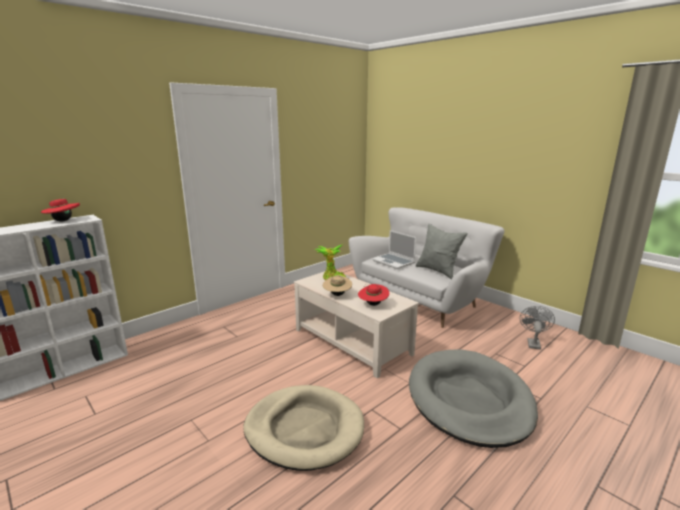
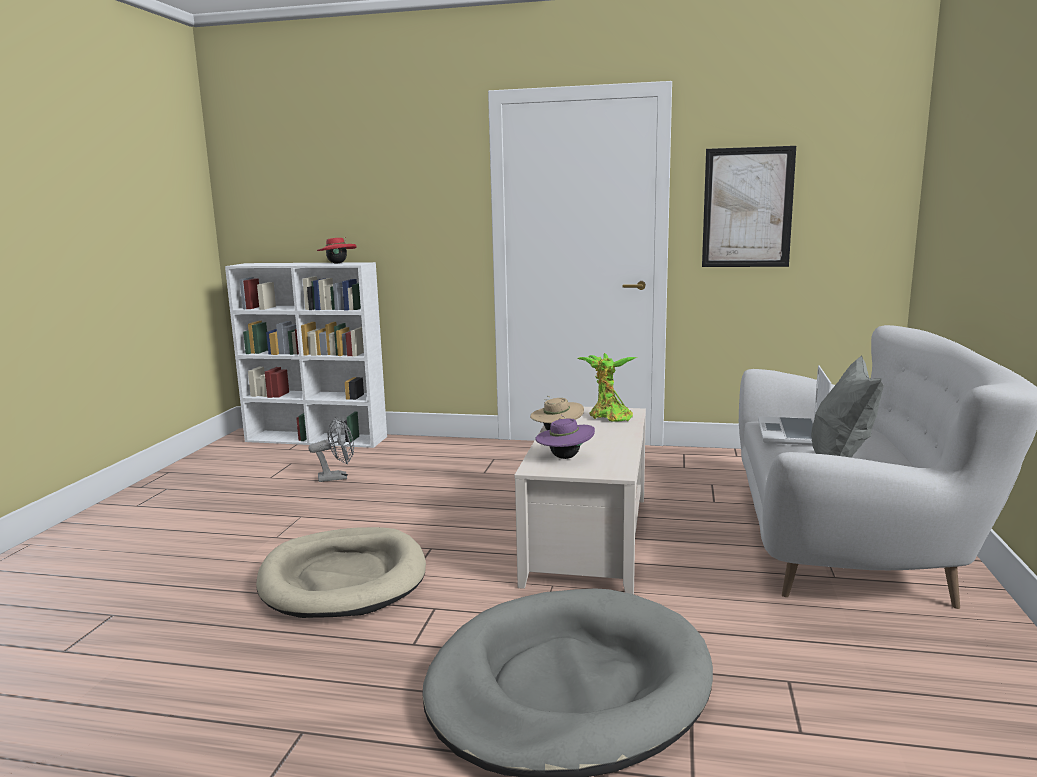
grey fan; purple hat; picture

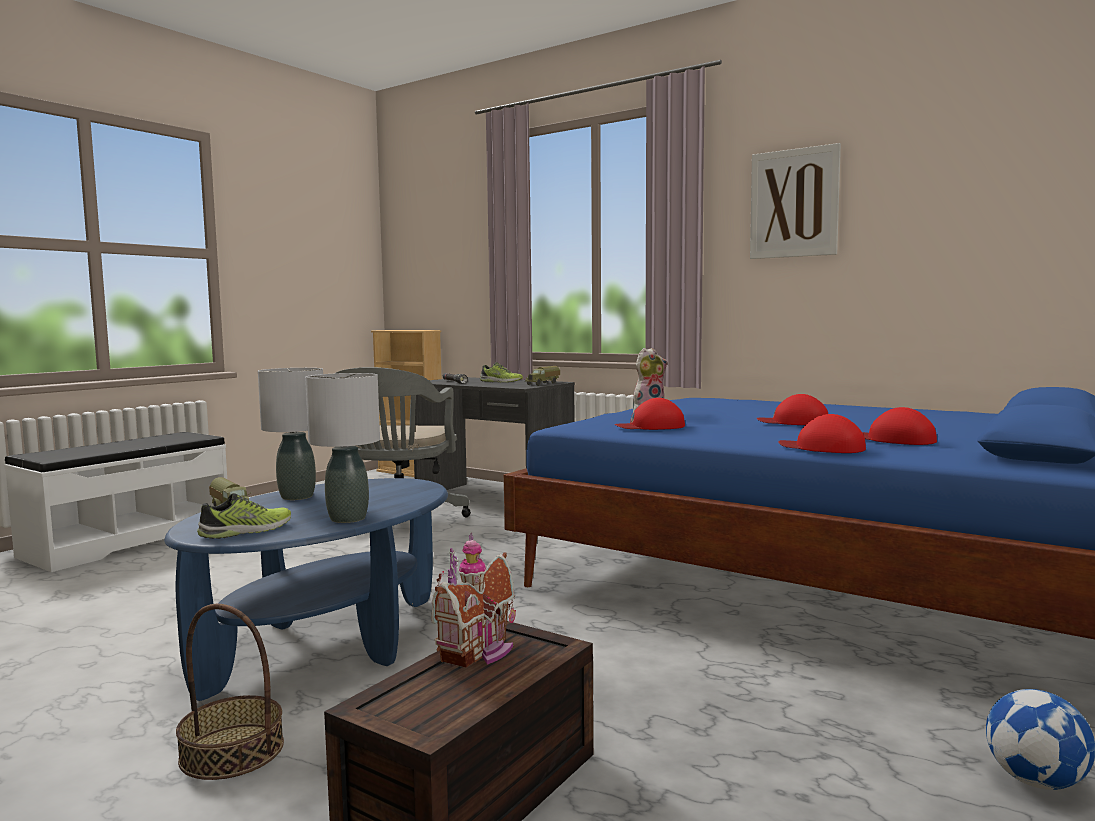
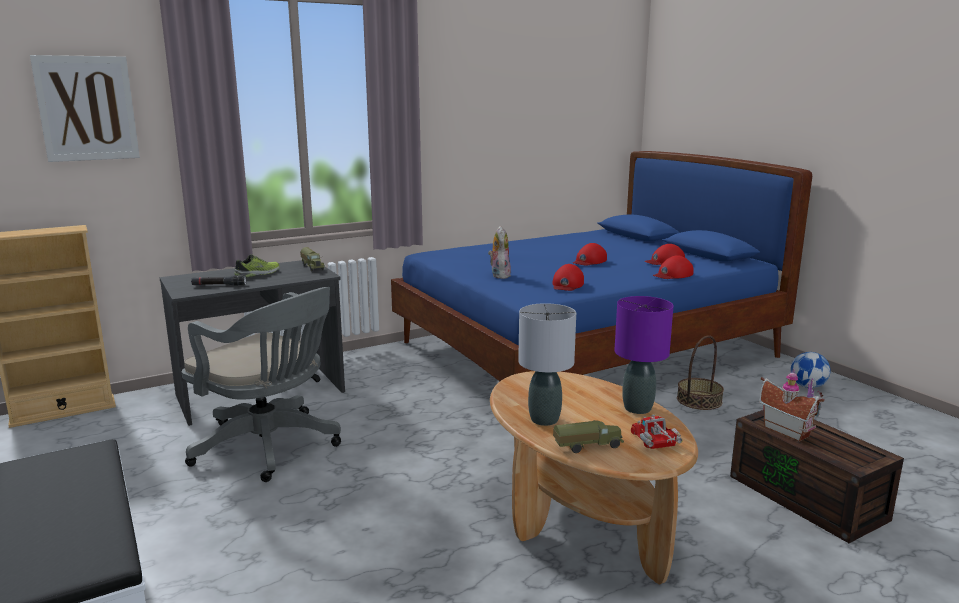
picture; brown coffee table; purple table lamp; toy truck (no. 3 from left); basket

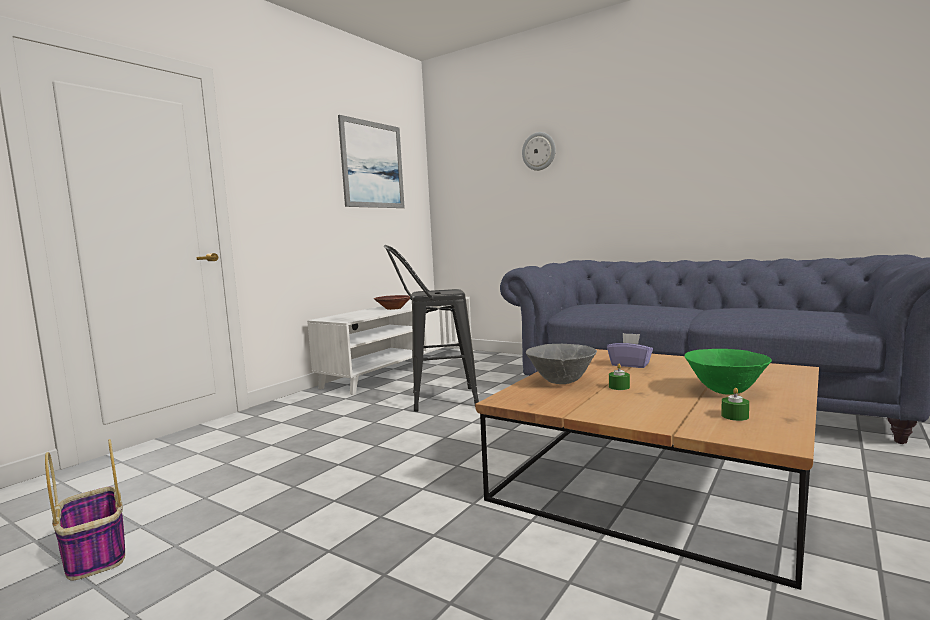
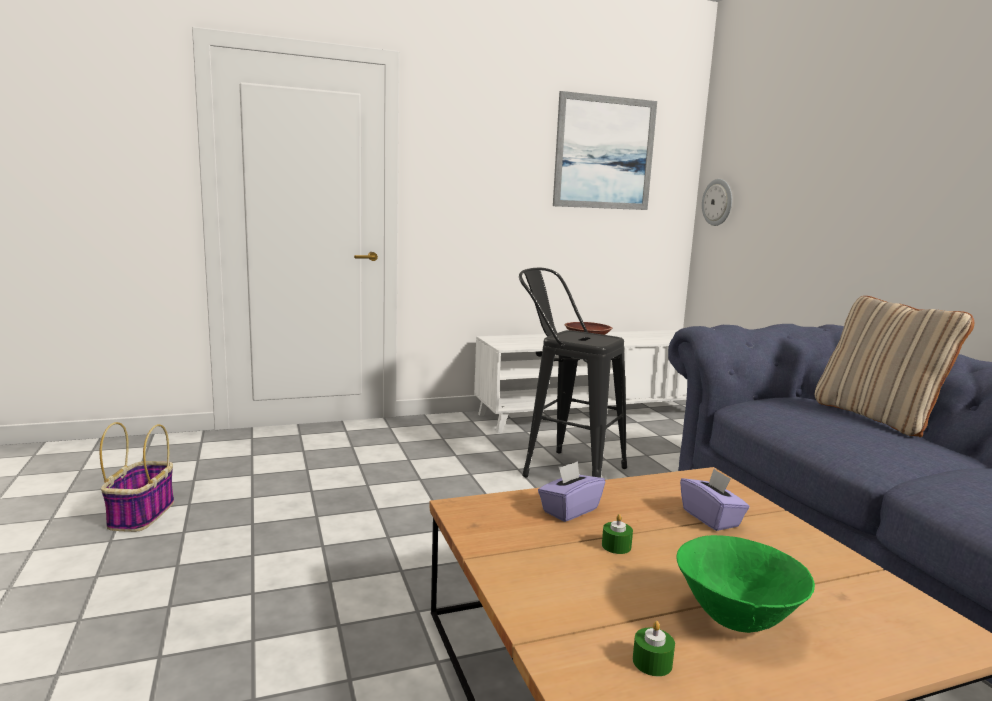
purple tissue box (no. 1 from left); wall clock; beige pillow

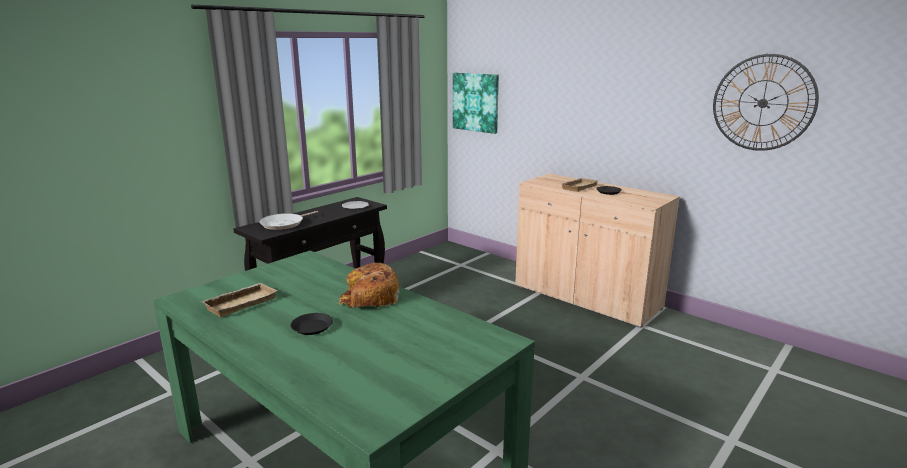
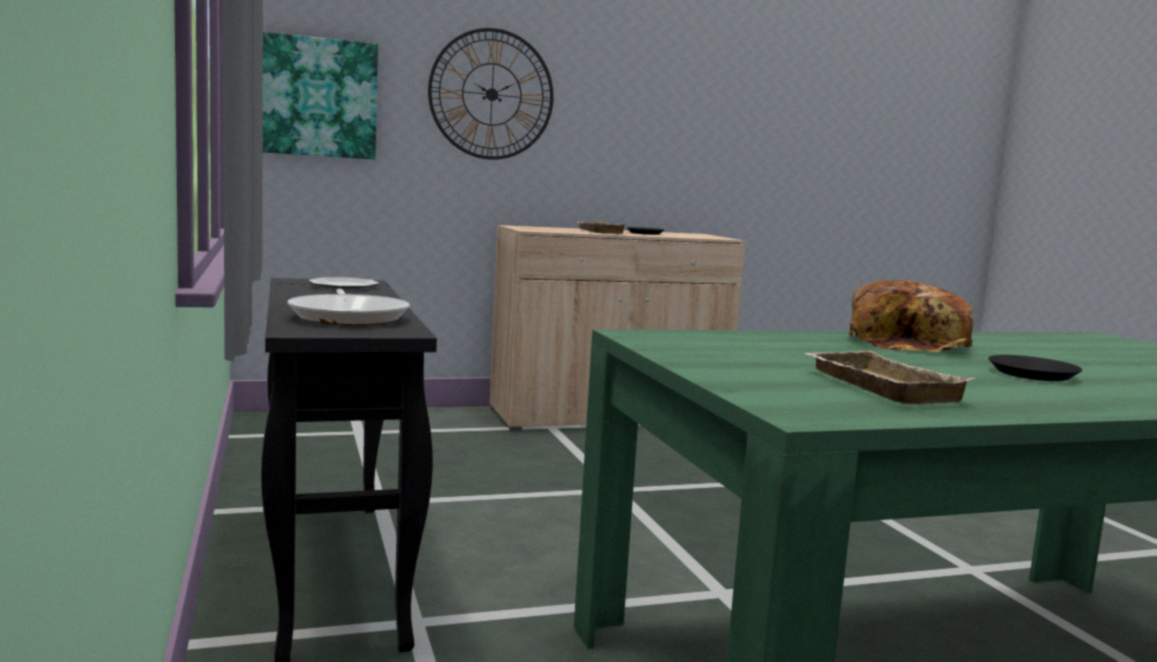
wall clock

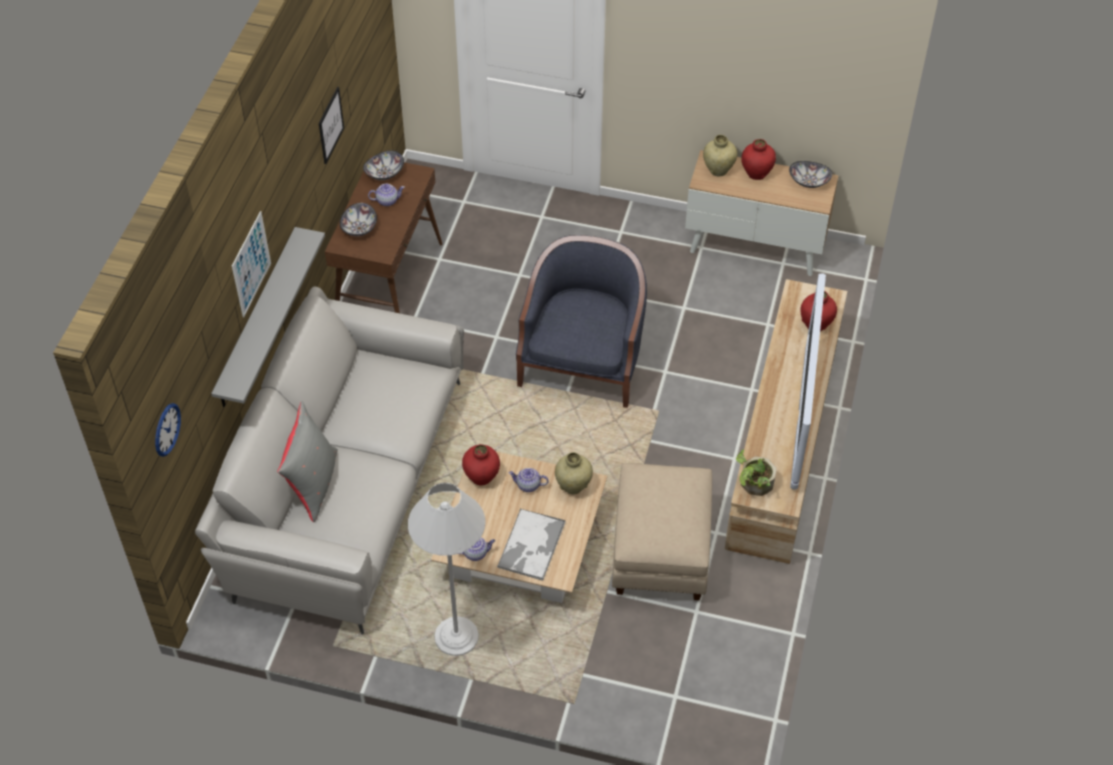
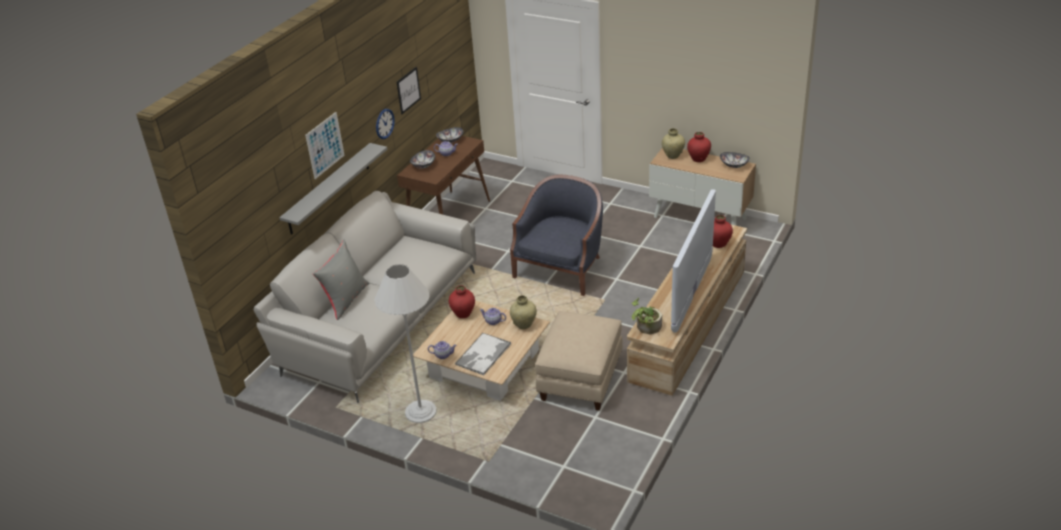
wall clock

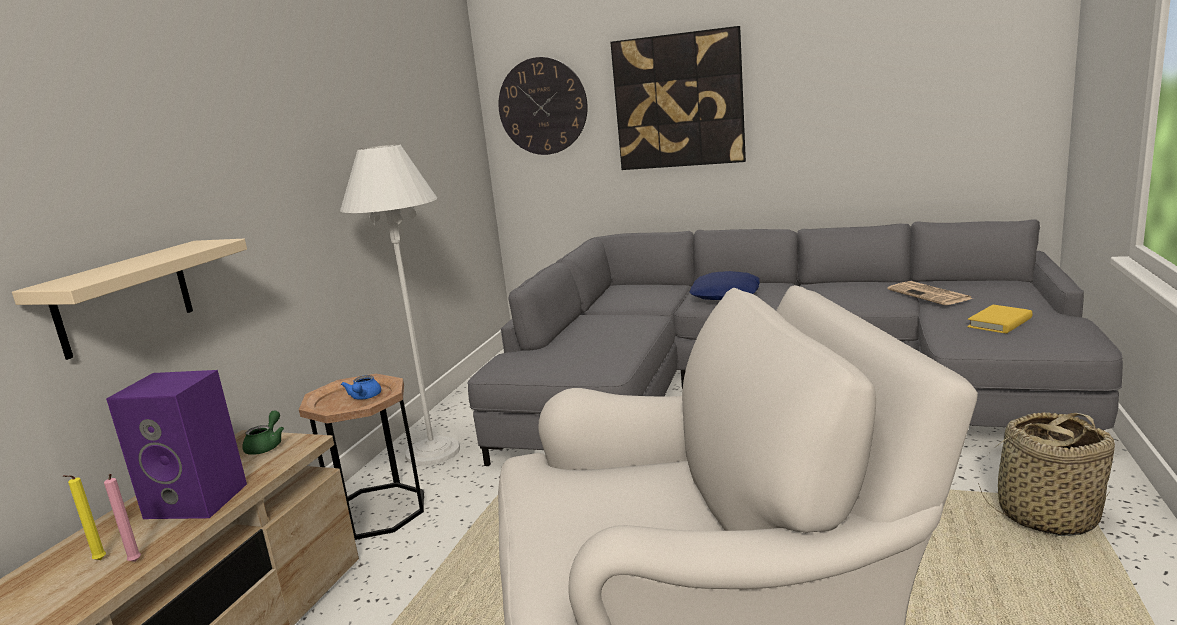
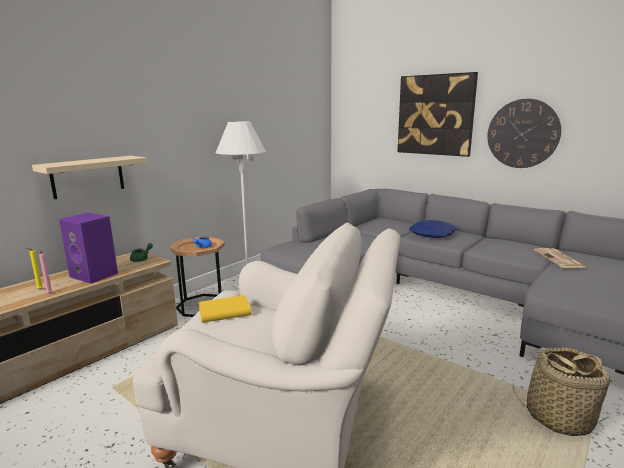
yellow book; wall clock

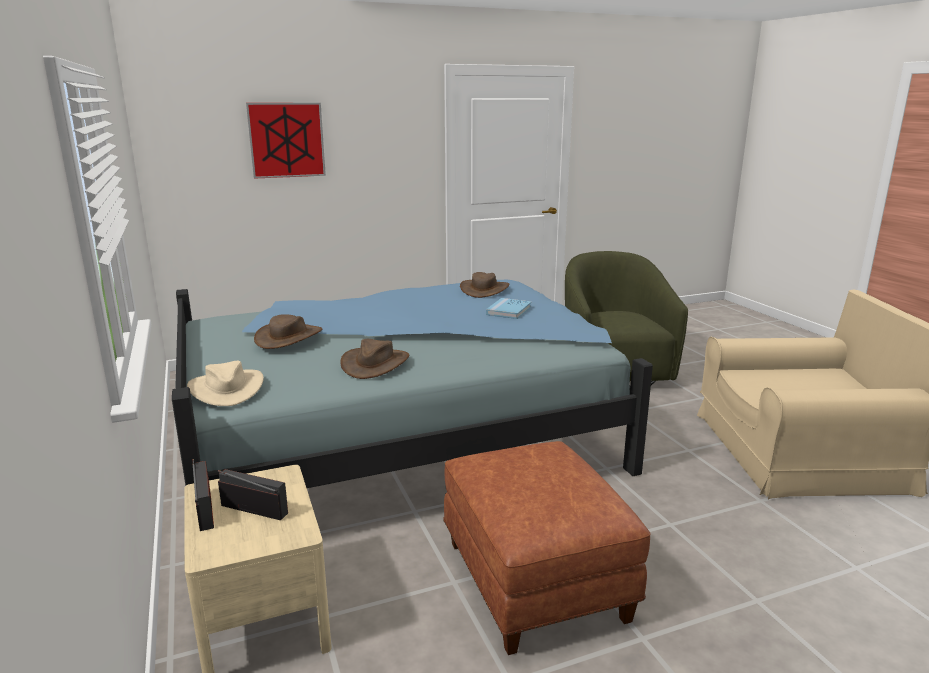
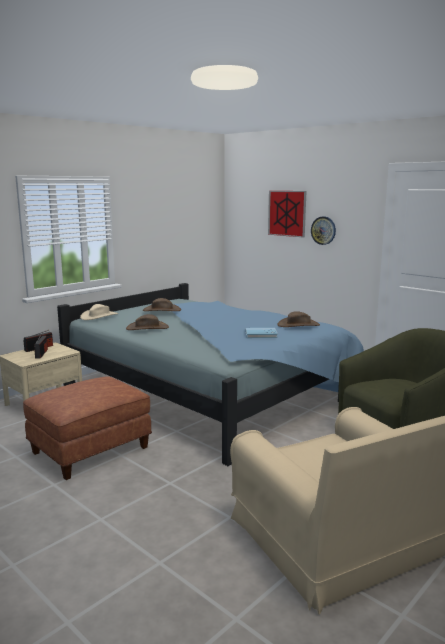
wall clock

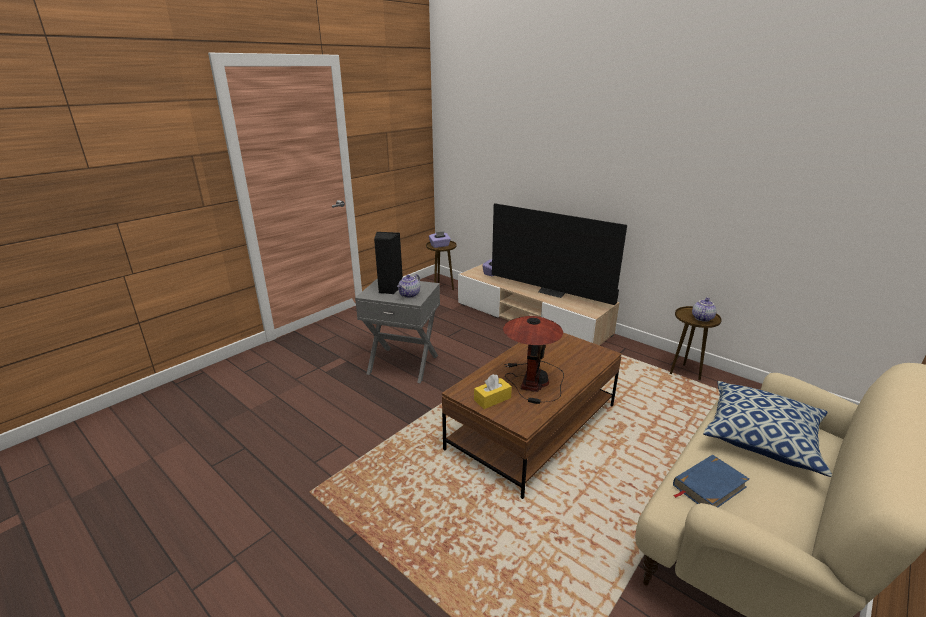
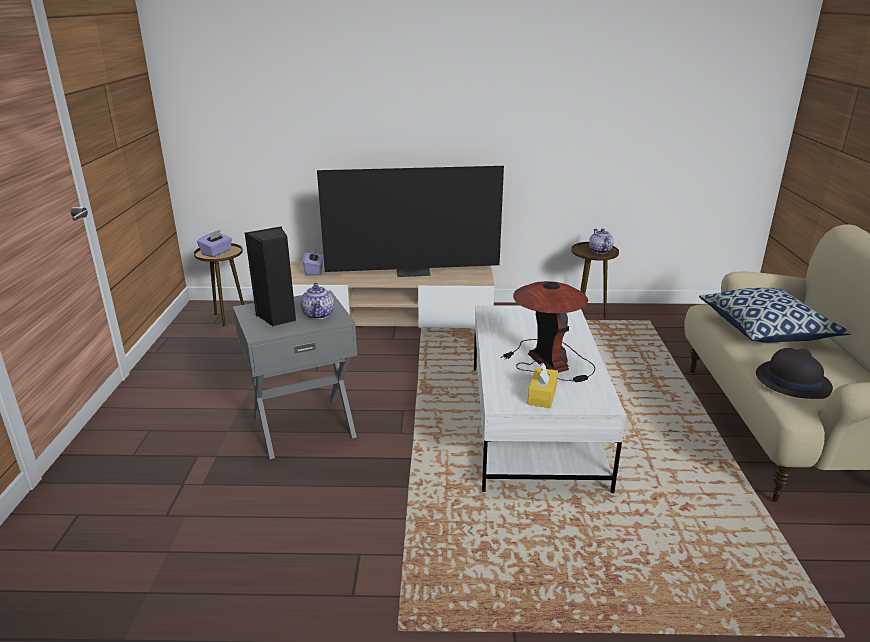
white coffee table; black hat

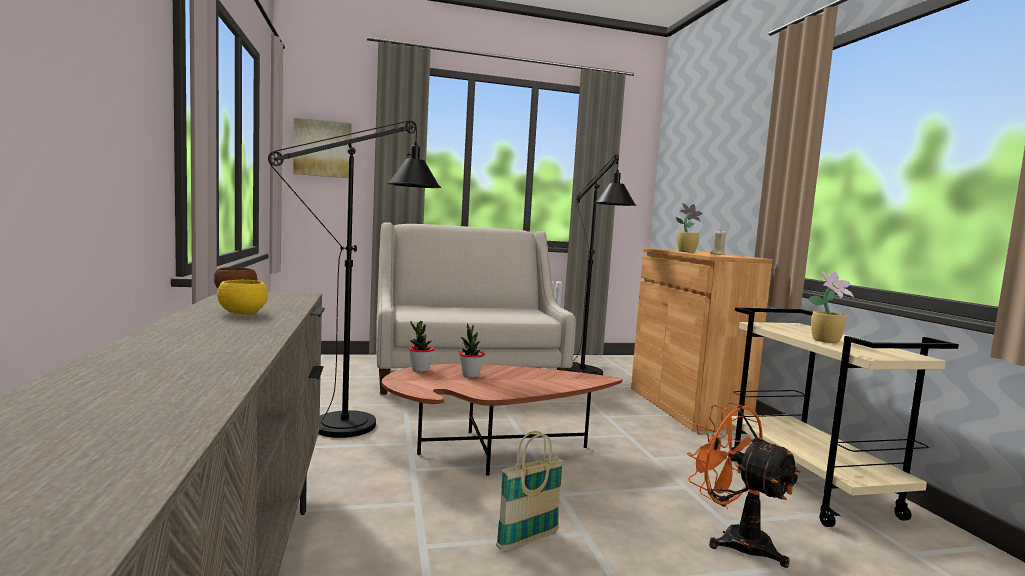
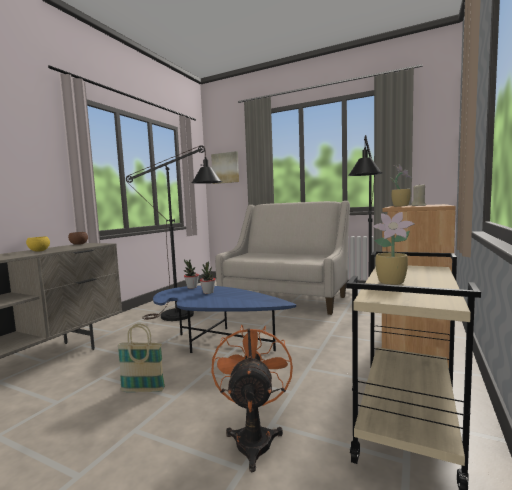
blue coffee table

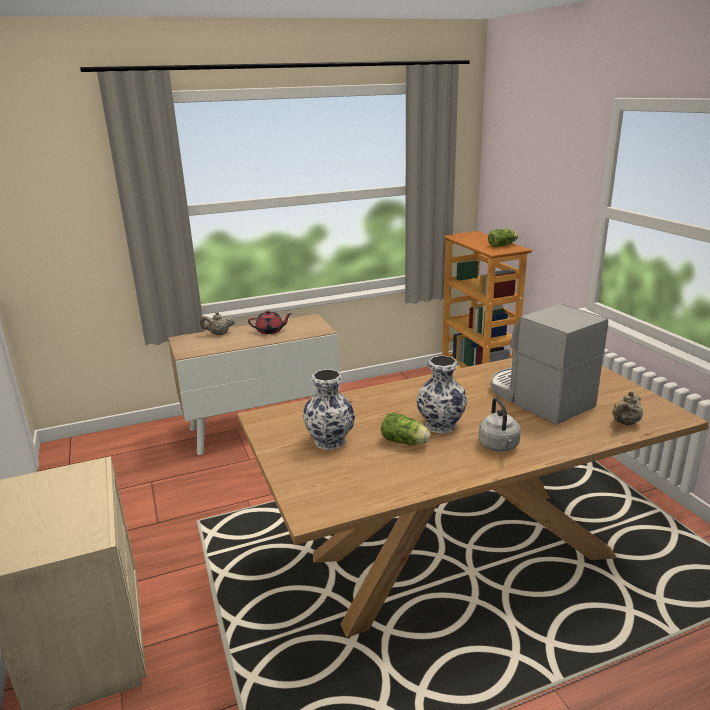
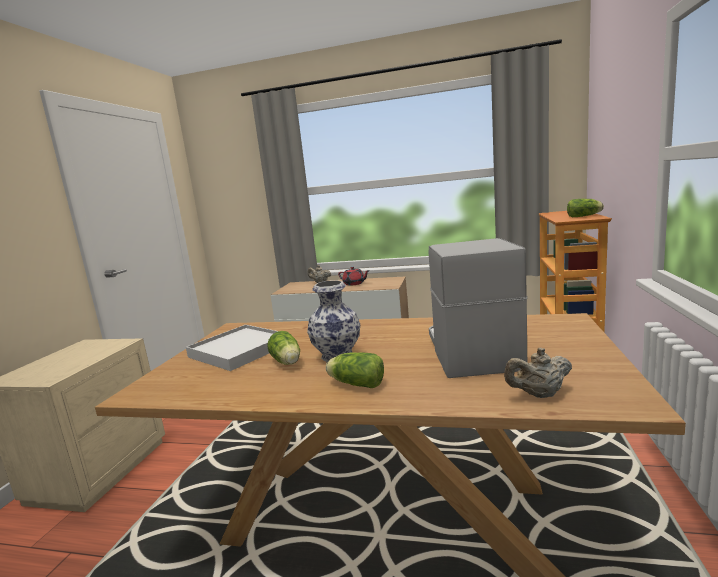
white tray; lettuce (no. 2 from left)

